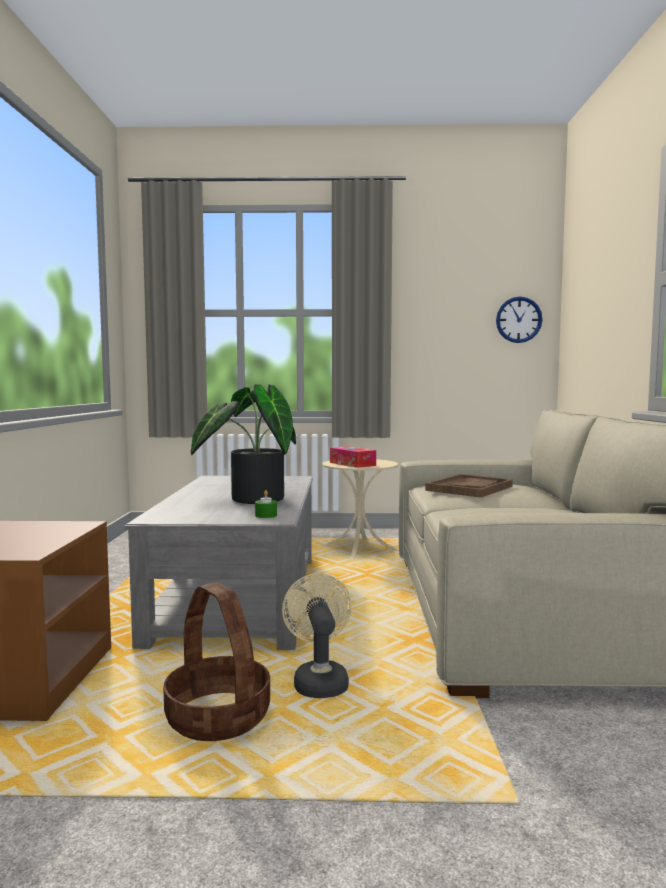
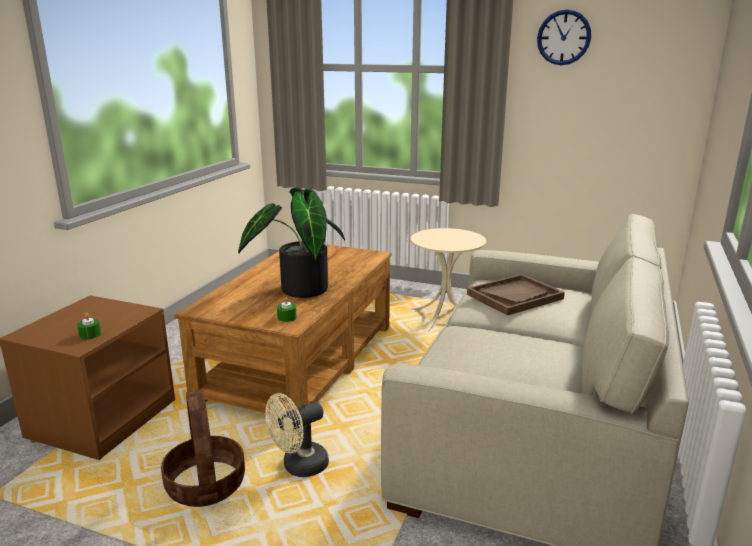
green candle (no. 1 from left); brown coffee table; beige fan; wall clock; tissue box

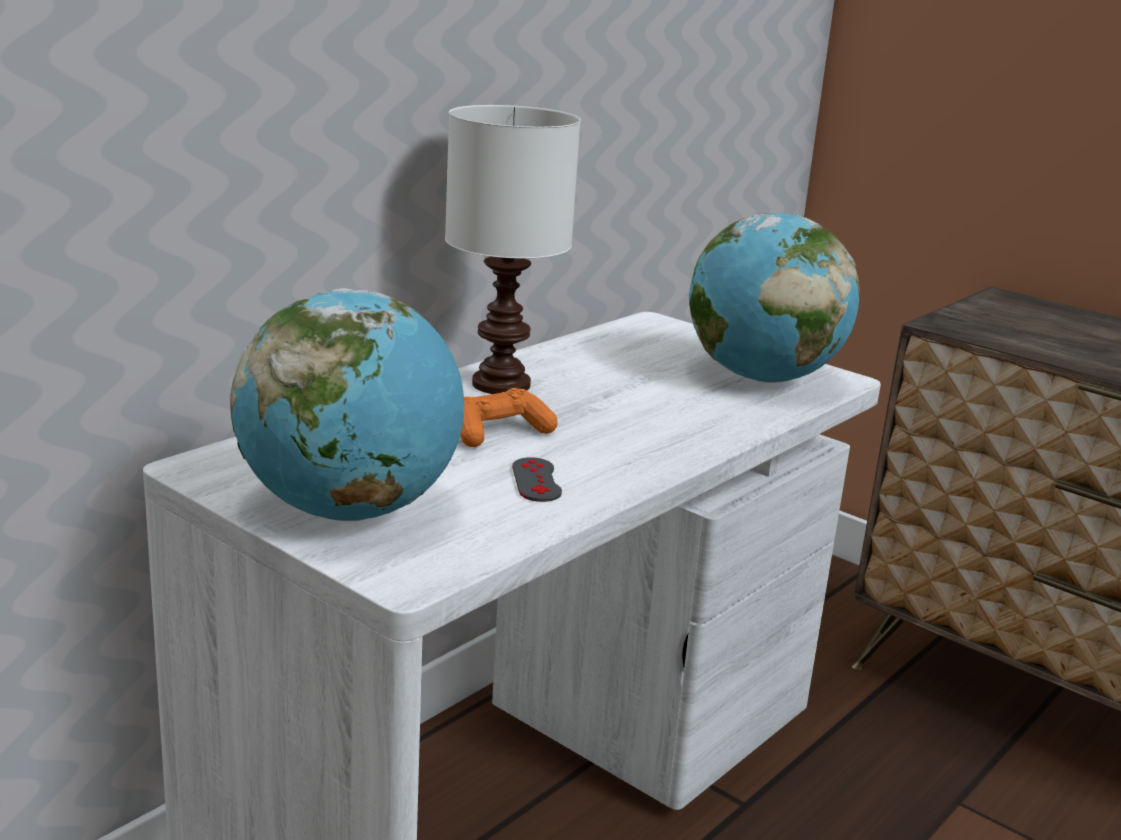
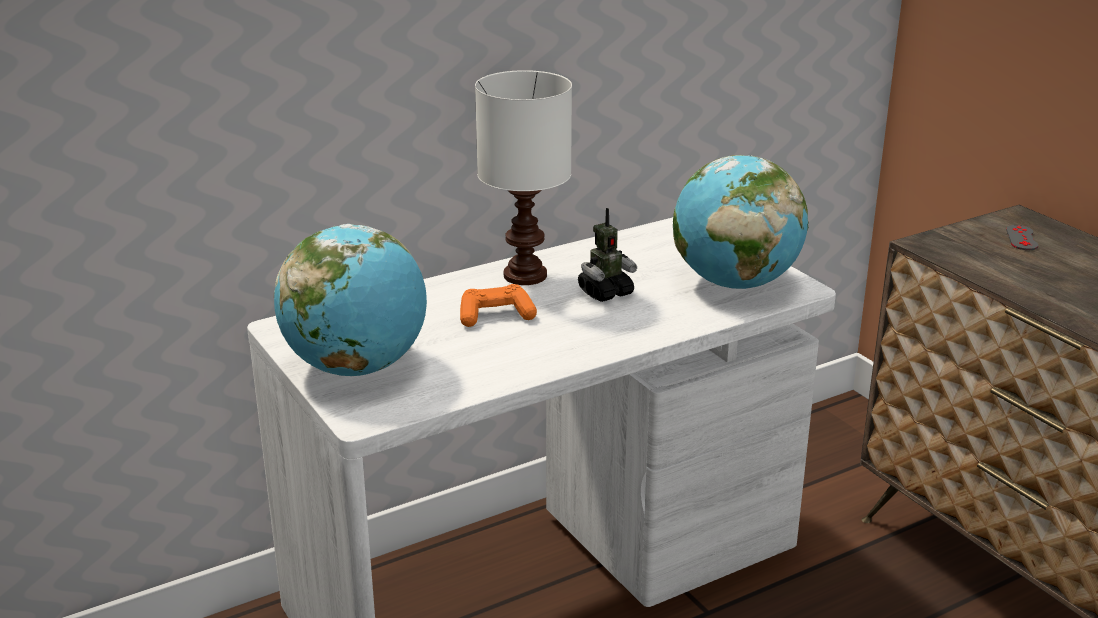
toy robot; grey game controller

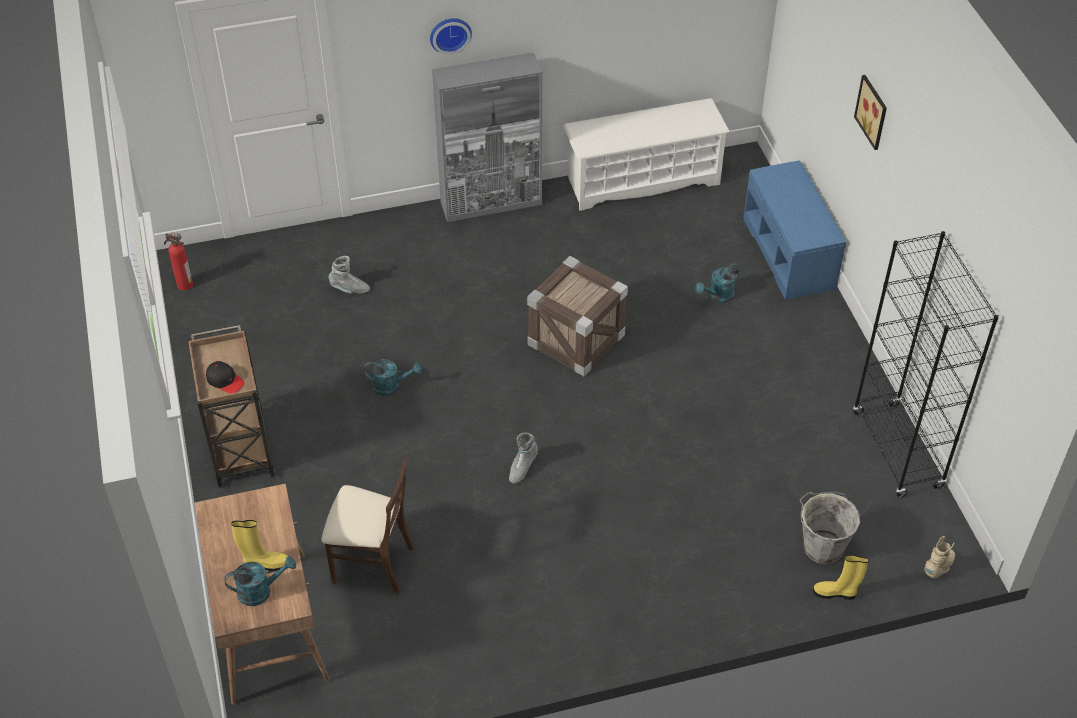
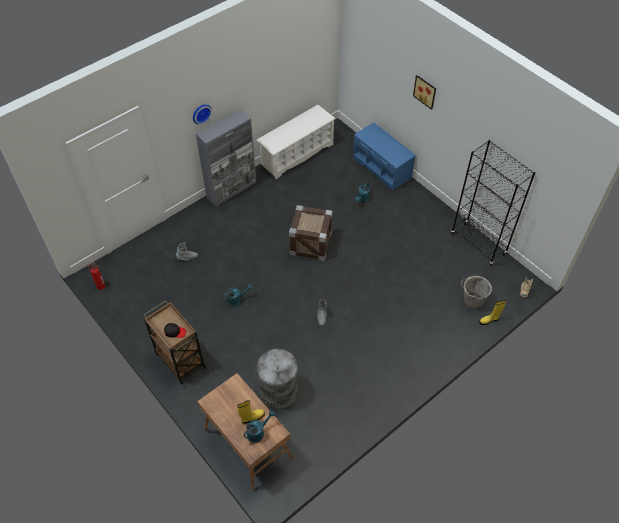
grey trash can

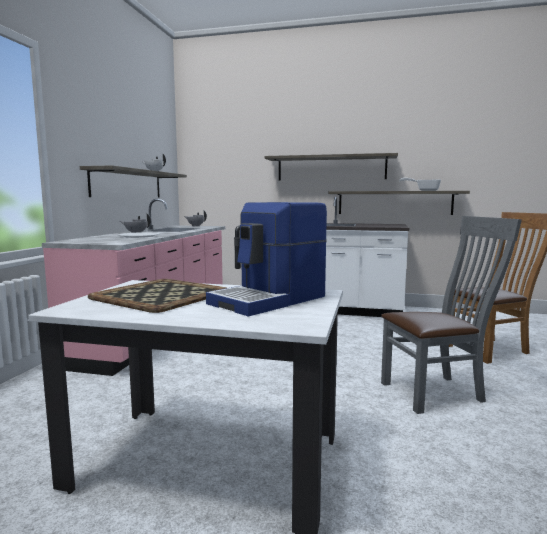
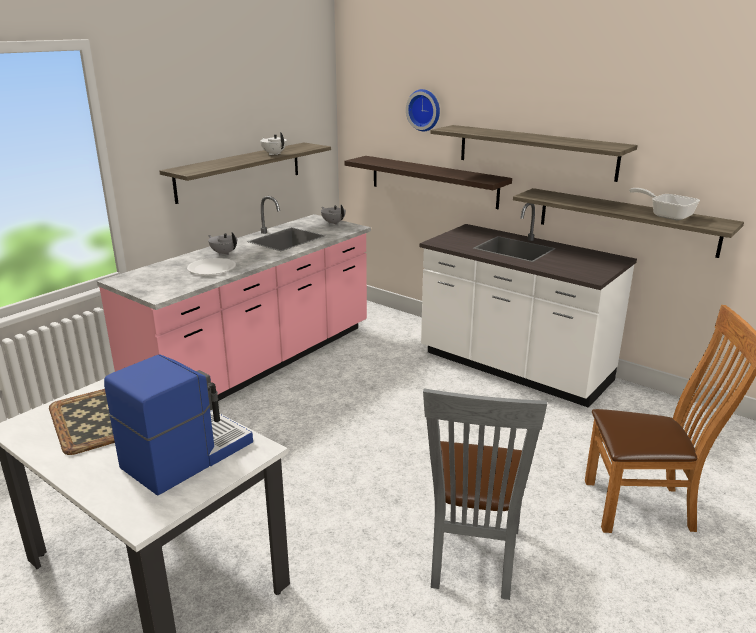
coffee machine; shelf (no. 2 from left); wall clock; grey chair

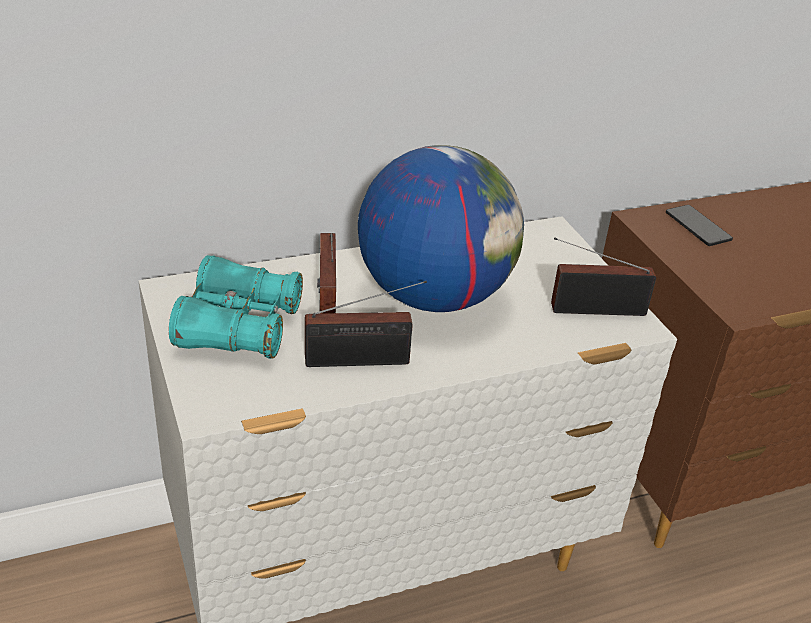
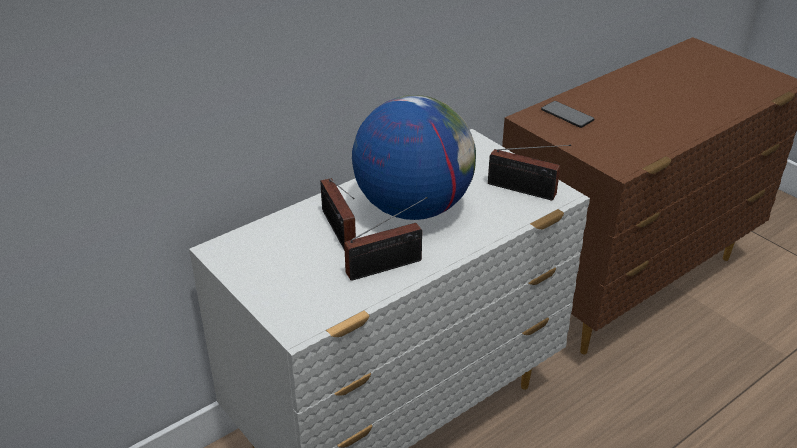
radio (no. 3 from left); turquoise binoculars

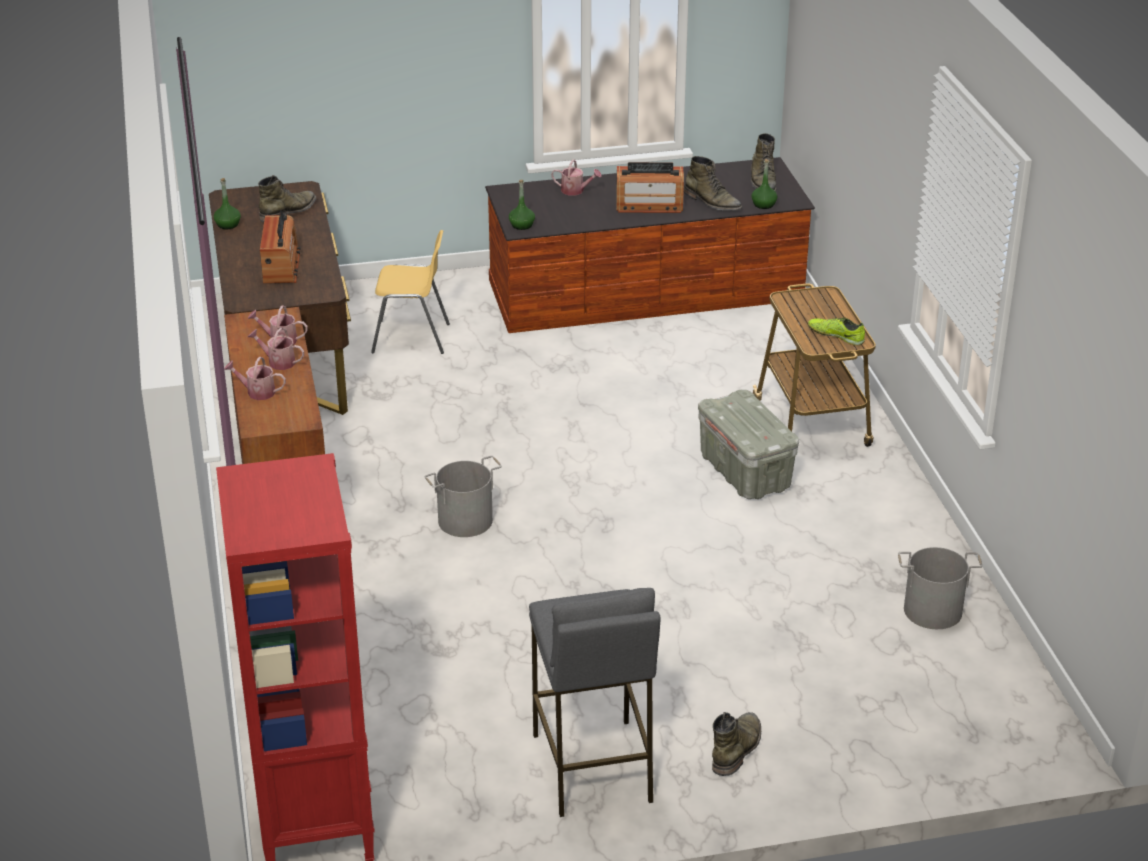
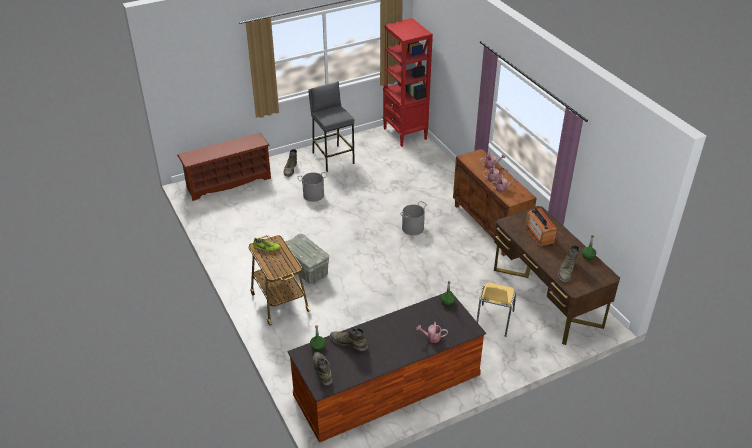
brown shoe rack; grey bucket (no. 1 from left); yellow chair; radio (no. 2 from left in the first image)

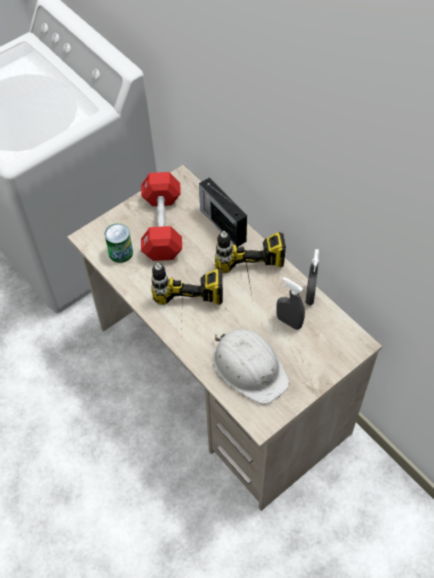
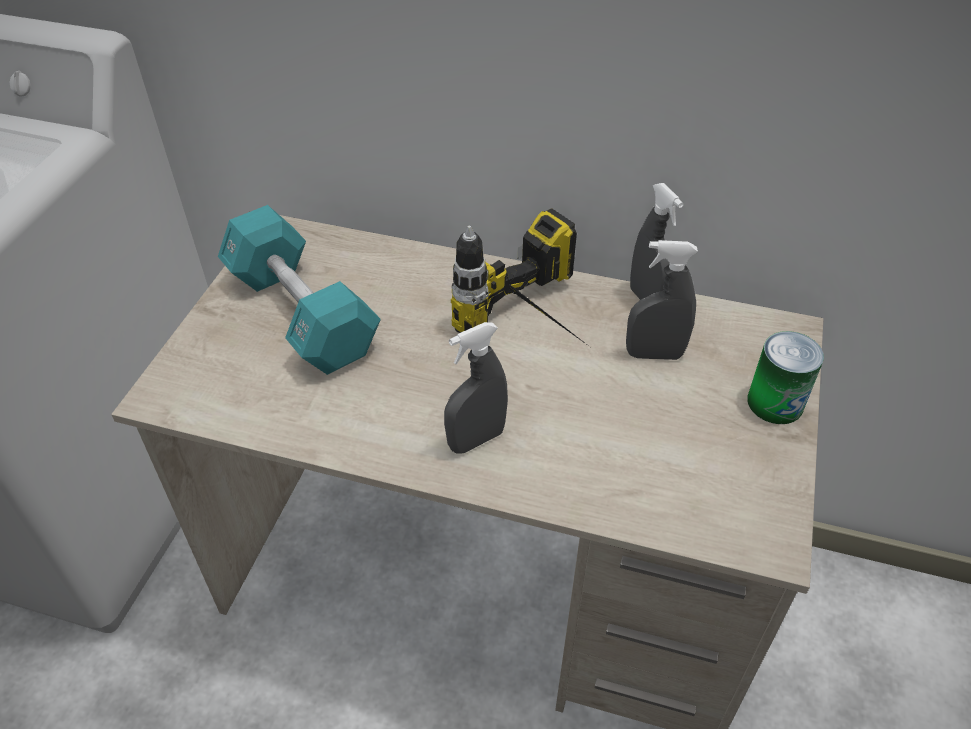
turquoise dumbbell; grey spray bottle (no. 1 from left); can; radio; white hard hat

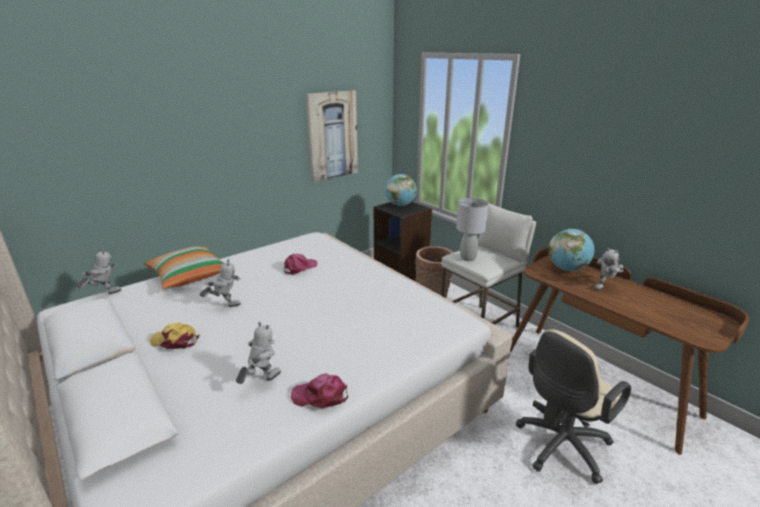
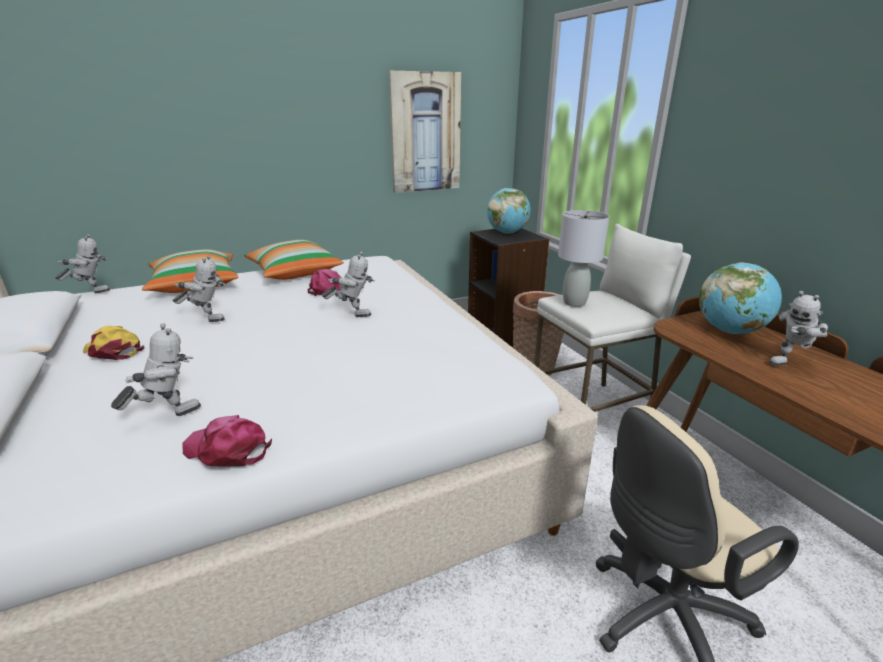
pillow (no. 2 from left); toy robot (no. 4 from left)

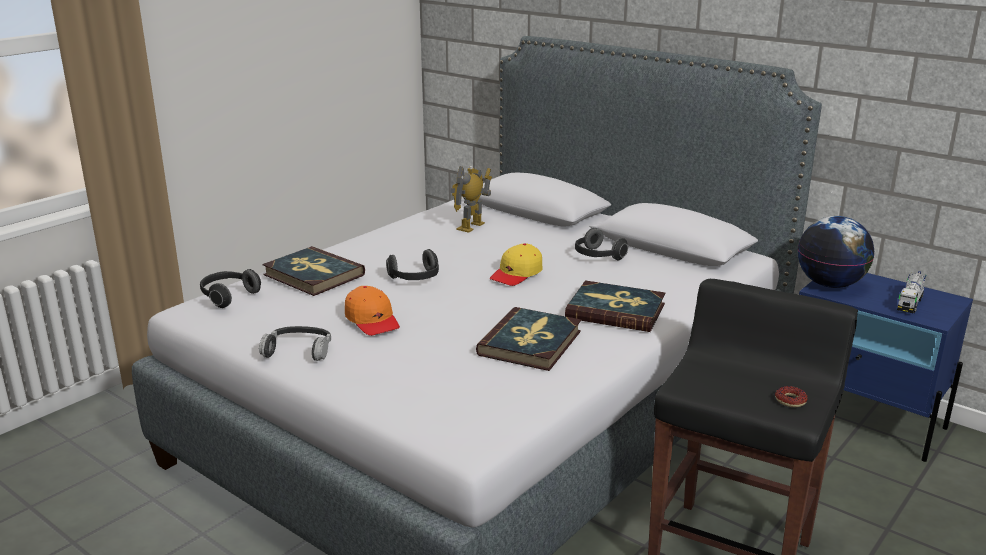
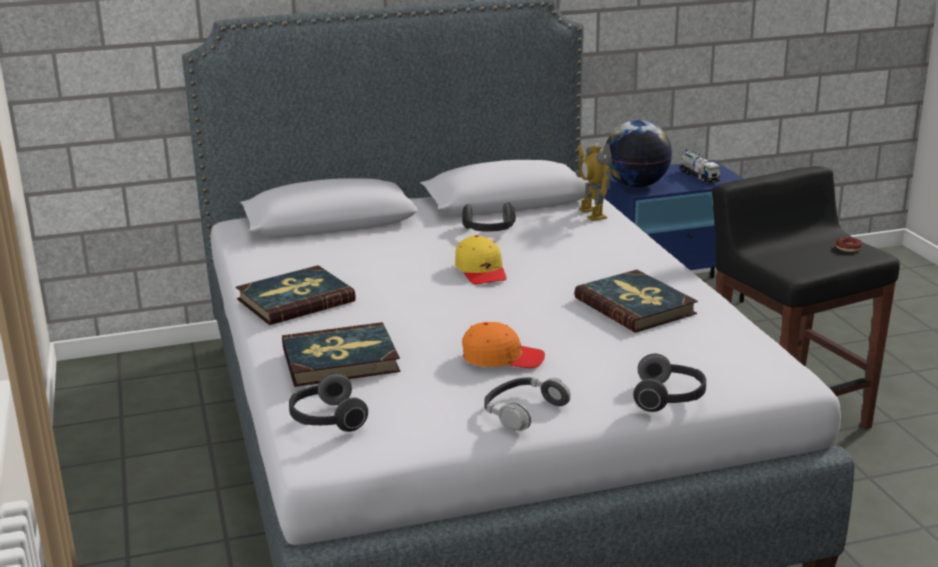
book (no. 1 from left); toy robot; headphones (no. 4 from left)

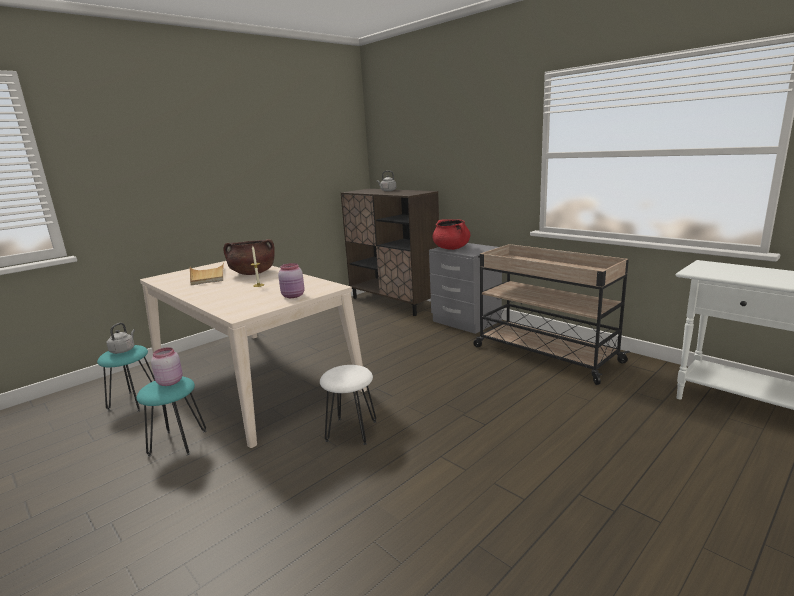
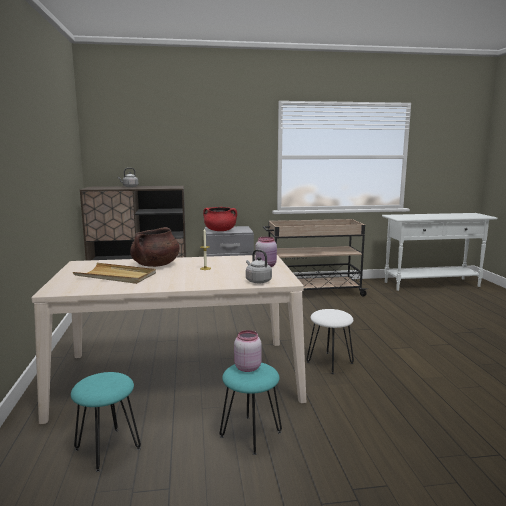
grey kettle (no. 2 from left)

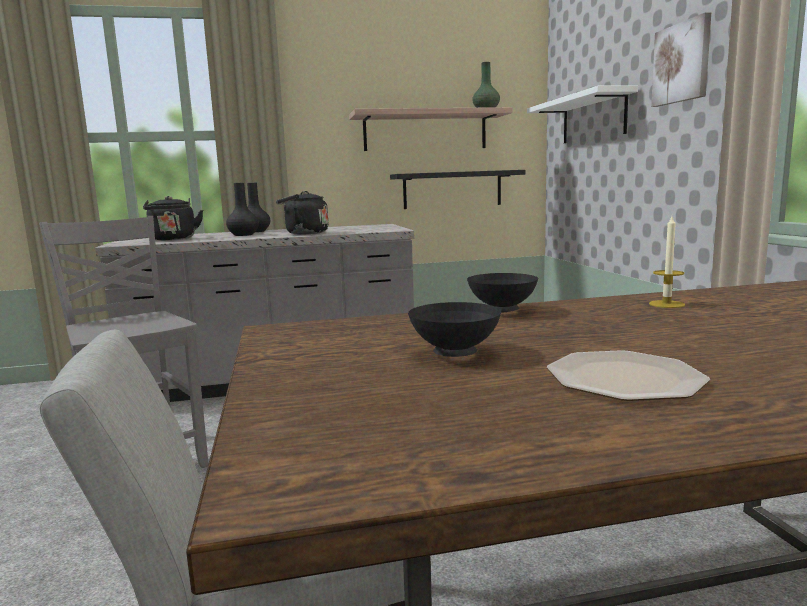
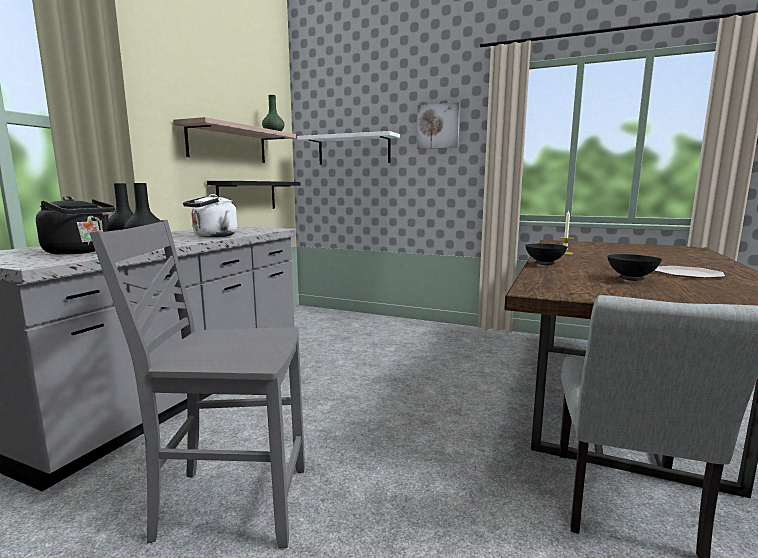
white kettle

